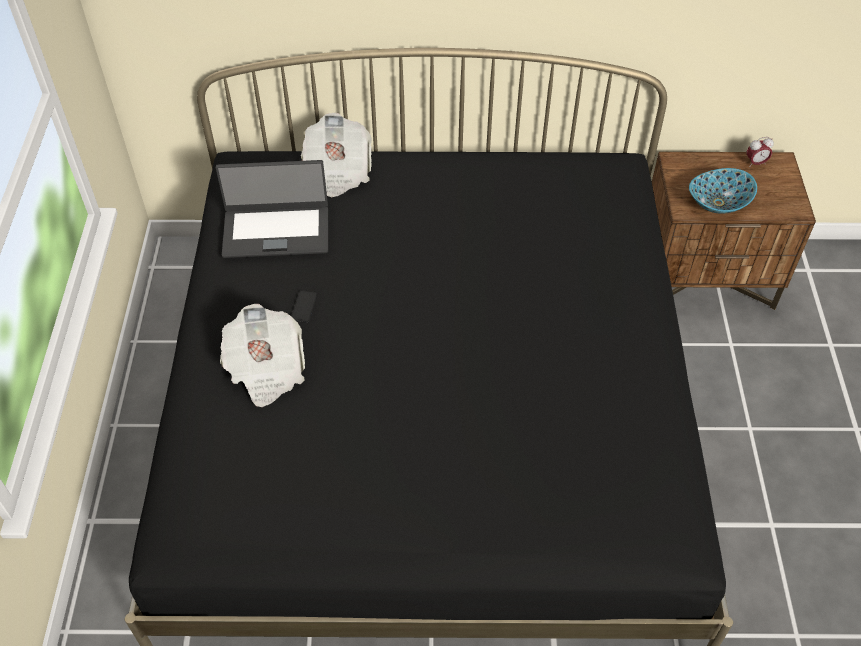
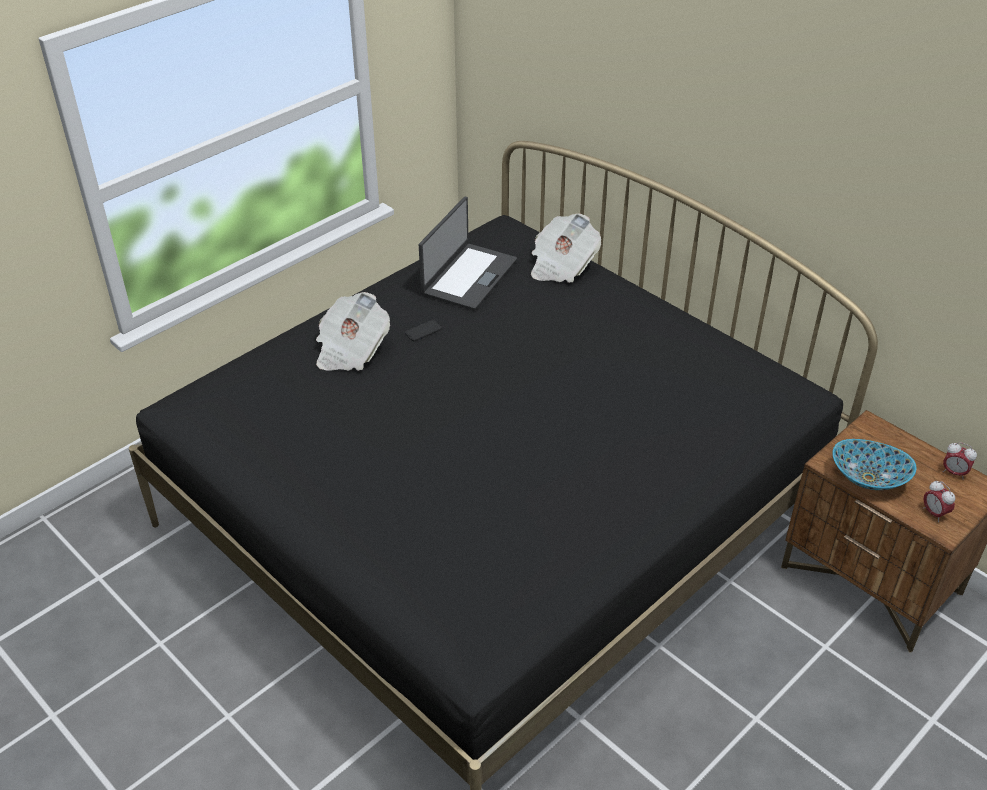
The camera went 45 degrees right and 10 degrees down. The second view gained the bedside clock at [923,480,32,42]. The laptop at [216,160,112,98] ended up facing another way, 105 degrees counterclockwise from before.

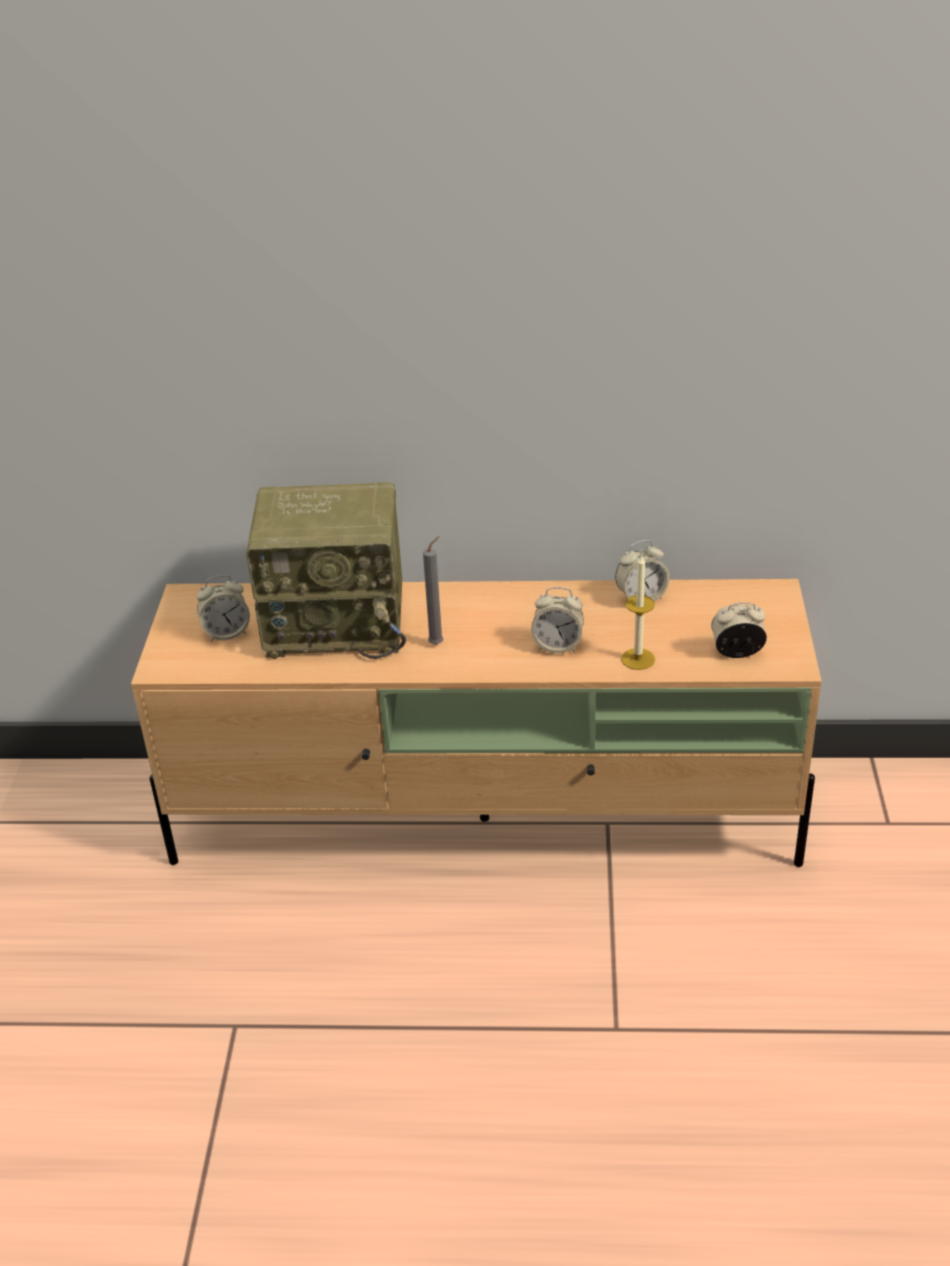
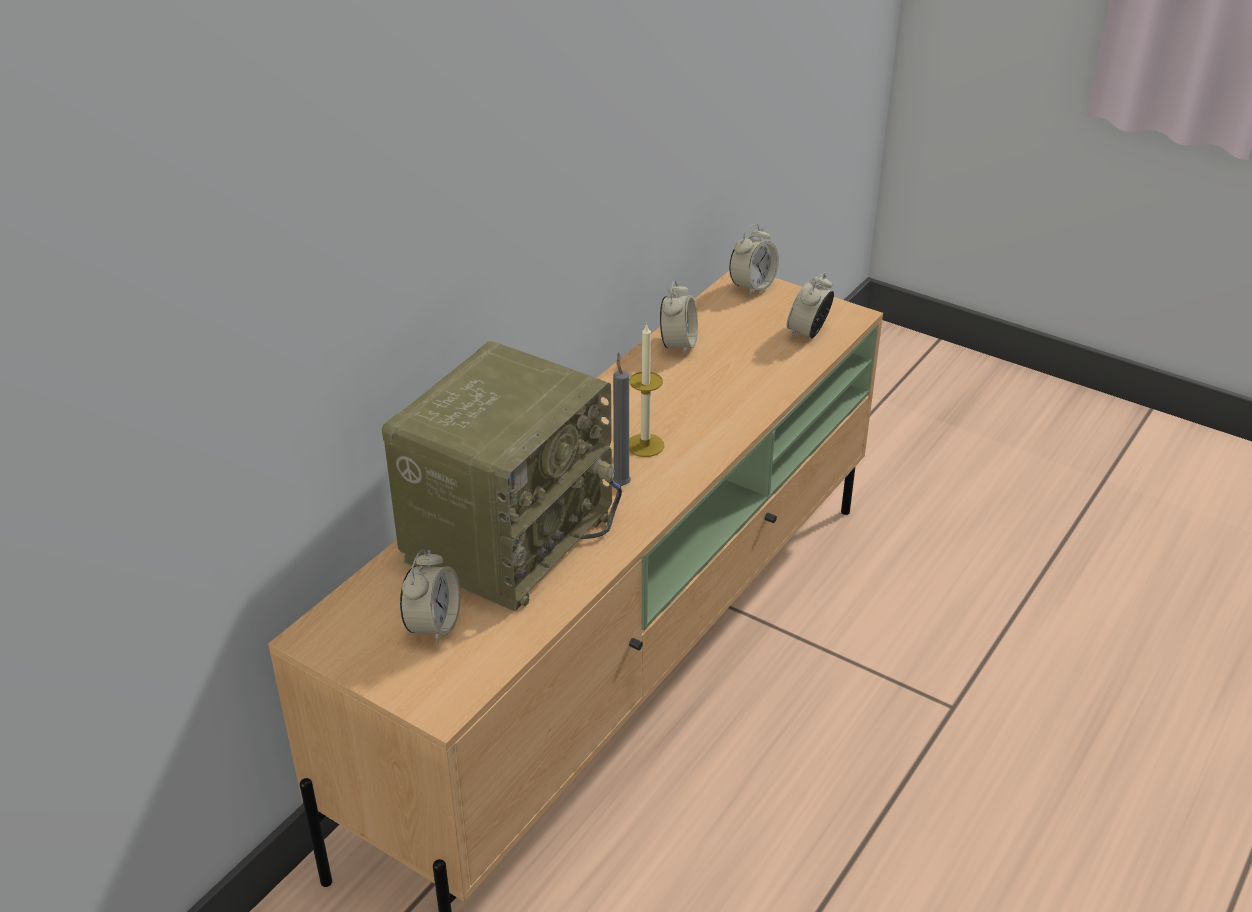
The camera went 60 degrees left and 0 degrees up. The bedside clock ended up elsewhere, having gone from [531,587,53,66] to [729,224,50,72]. The wax light ended up elsewhere, having gone from [621,556,34,114] to [629,323,35,134].

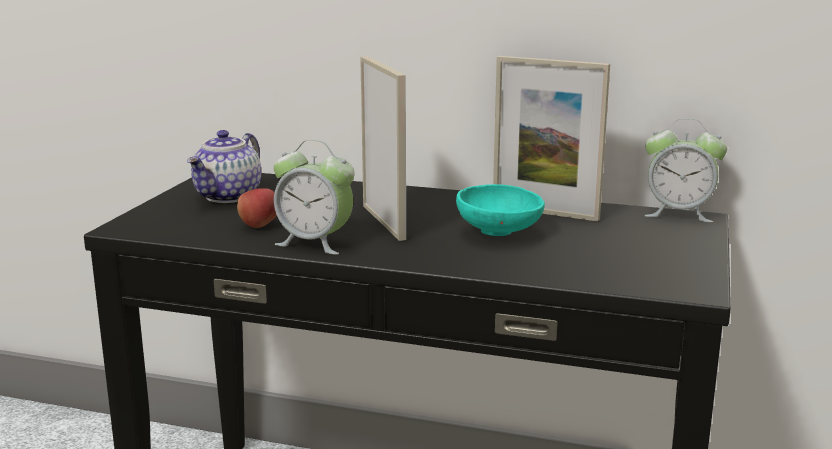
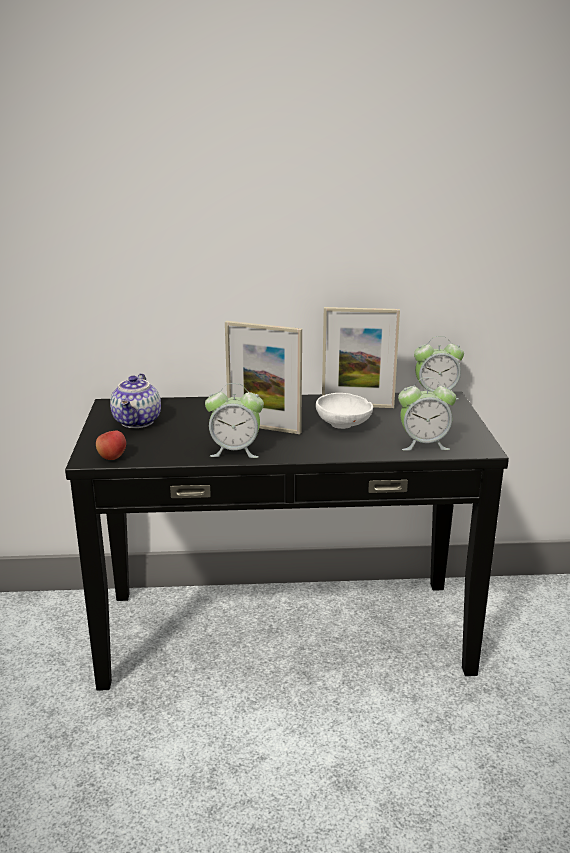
The camera went 20 degrees left and 5 degrees up. The second view gained the bedside clock at [398,377,58,74]. The whole apple ended up elsewhere, having gone from [237,188,40,40] to [96,430,30,30]. What was the turquoise deep dish at [456,184,89,52] turned into the white-coloured deep dish at [316,393,57,36]. The standing frame at [360,56,46,185] ended up facing another way, 150 degrees clockwise from before.

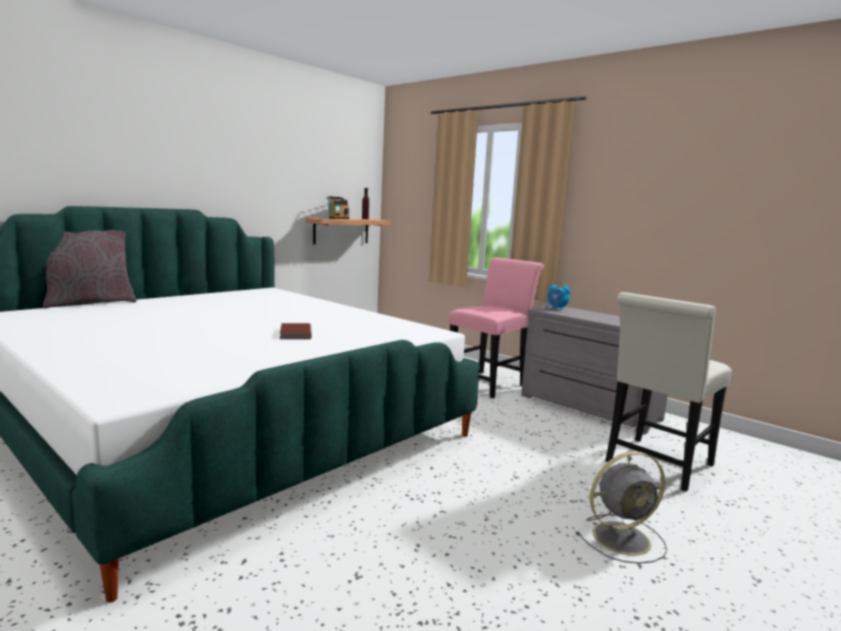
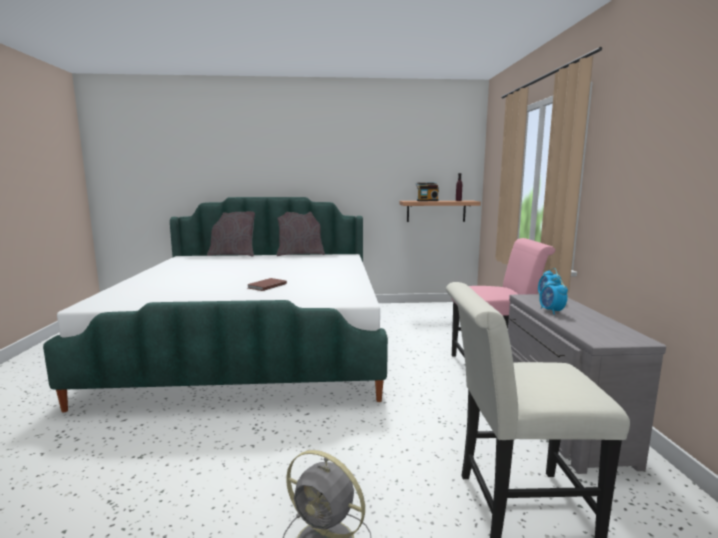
The camera went 45 degrees right and 0 degrees up. The second view gained the greyish throw pillow at [277,211,48,45]. The second view gained the bedside clock at [539,278,29,37].

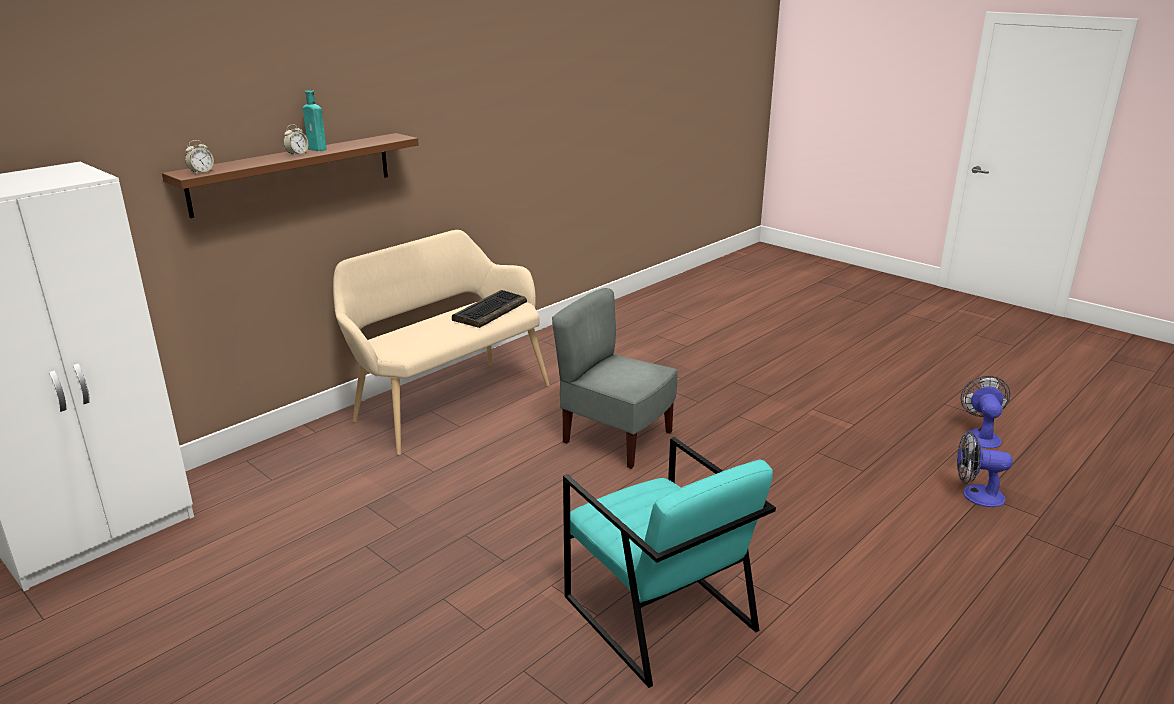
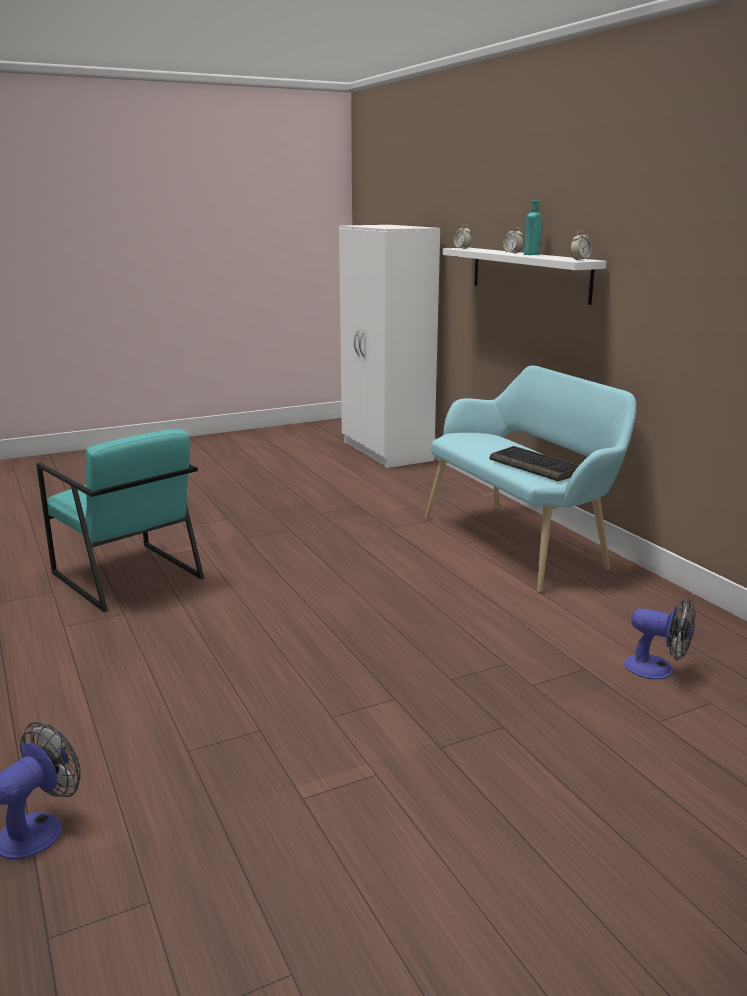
The camera went 110 degrees right and 5 degrees down. The second view lost the greyish chair at [552,288,125,181]. The second view gained the bedside clock at [570,231,22,29]. The cooling fan ended up elsewhere, having gone from [961,376,49,72] to [624,598,71,81]. What was the brown bracket shelf at [162,133,257,85] turned into the white-coloured bracket shelf at [442,248,164,57]. What was the sand-coloured bench at [333,230,217,226] turned into the turquoise bench at [425,366,211,227]. The turquoise easy chair at [563,437,213,251] ended up facing another way, 120 degrees counterclockwise from before.

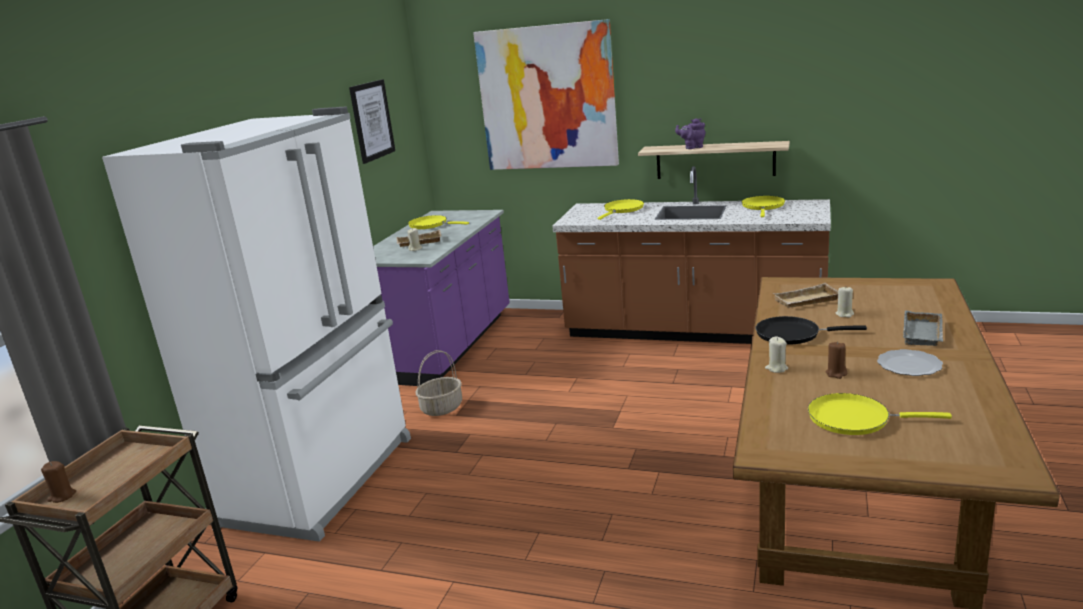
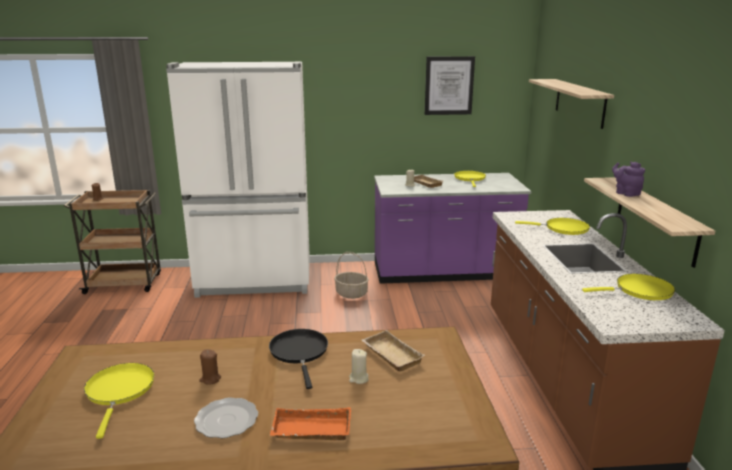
The camera went 65 degrees right and 0 degrees up. The second view lost the sand-coloured wax light at [765,336,23,37]. Where the wall art hung at [473,19,146,151], the bracket shelf came to hang at [529,79,85,50]. What was the greyish carrying tray at [903,310,40,36] turned into the orangey carrying tray at [270,407,81,33].

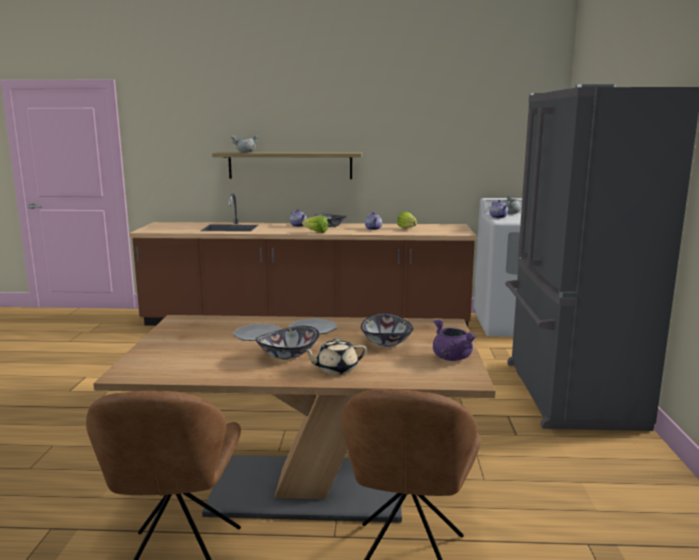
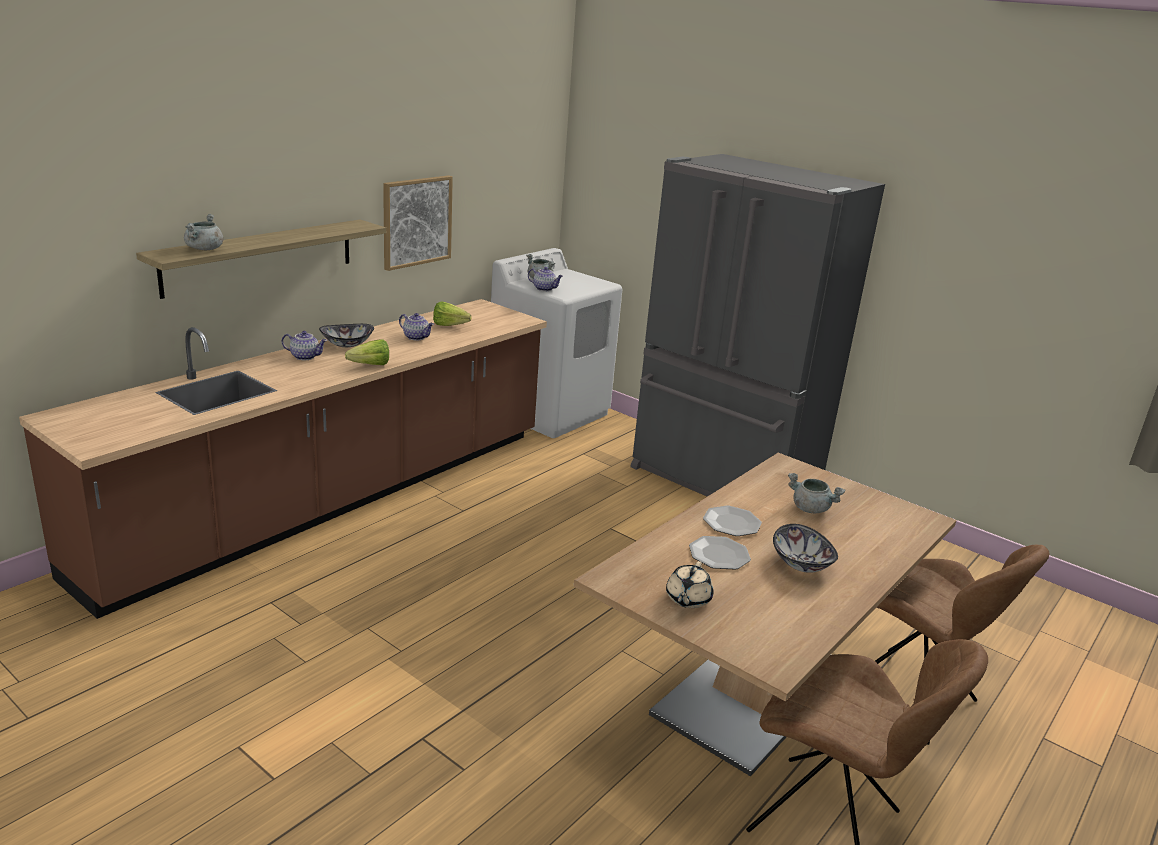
The camera went 55 degrees left and 10 degrees up. The second view lost the purple-coloured stockpot at [433,319,44,42]. The second view gained the wall art at [383,175,70,96]. The sand-coloured teapot ended up elsewhere, having gone from [302,338,65,37] to [666,561,48,47]. Where the deep dish stood at [361,313,52,34], the greyish stockpot came to stand at [788,473,57,40].

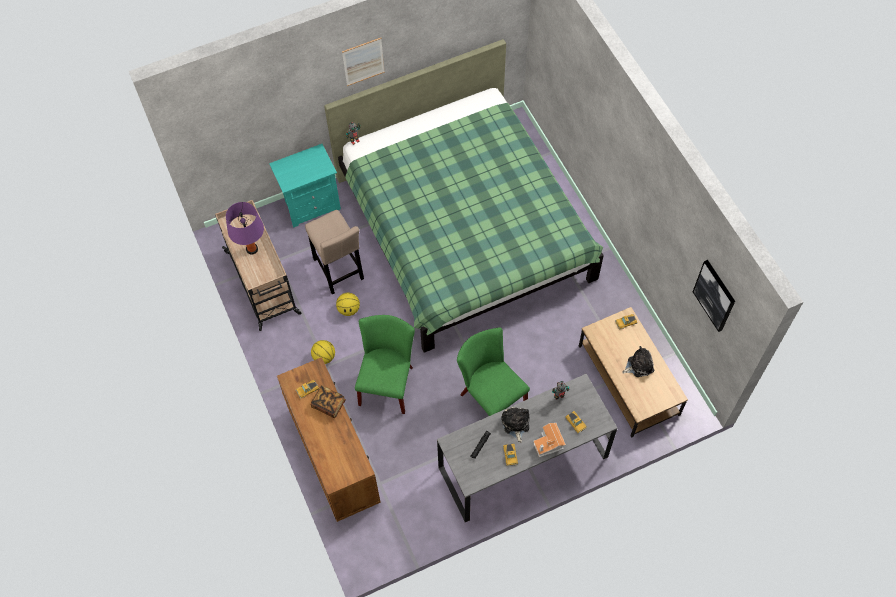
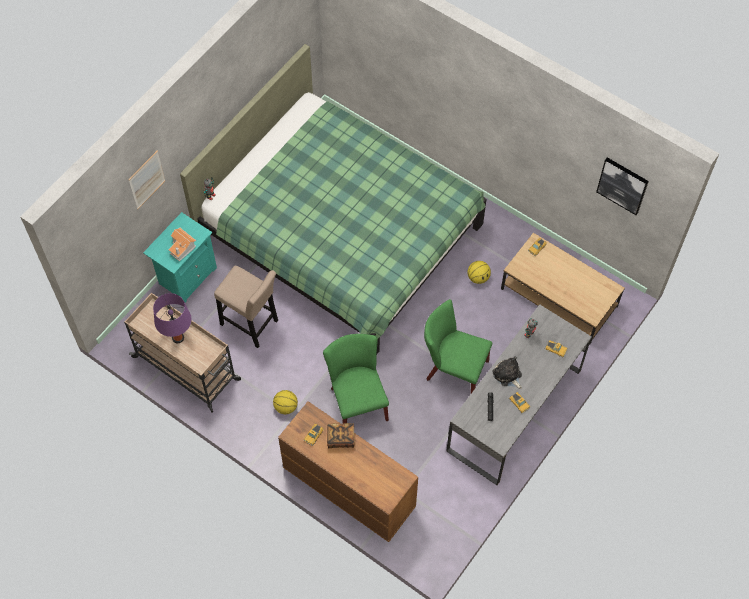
The camera went 30 degrees left and 0 degrees up. The second view lost the cuddly toy at [622,346,32,31]. The basketball ended up elsewhere, having gone from [336,293,24,23] to [467,261,24,23]. The wall art ended up elsewhere, having gone from [342,38,43,48] to [128,150,37,59]. The miniature house ended up elsewhere, having gone from [533,423,33,34] to [168,228,28,34].

